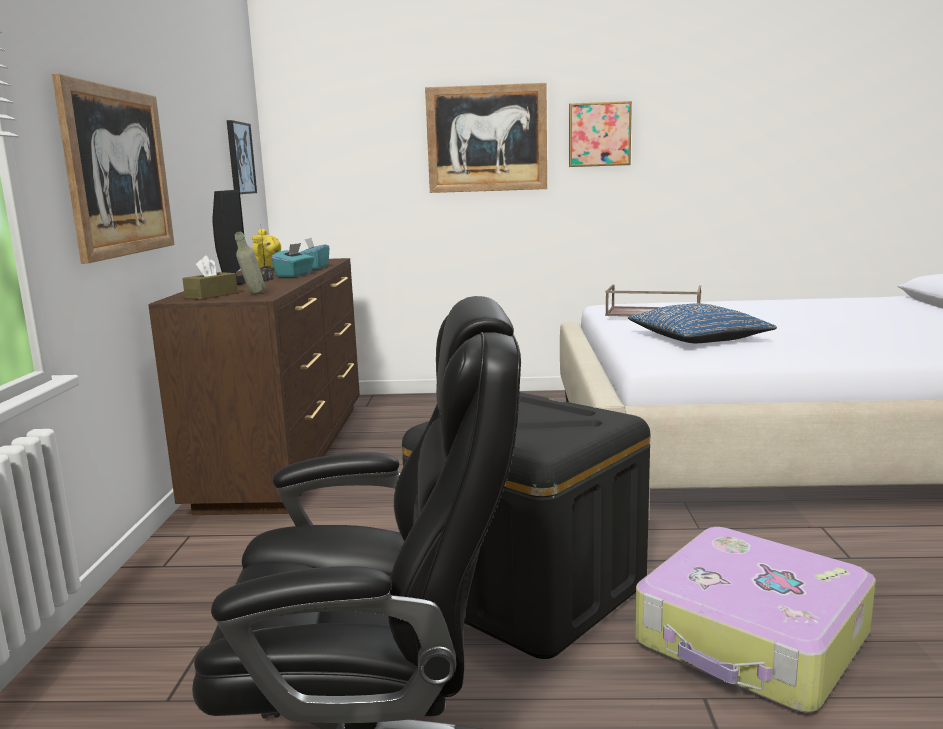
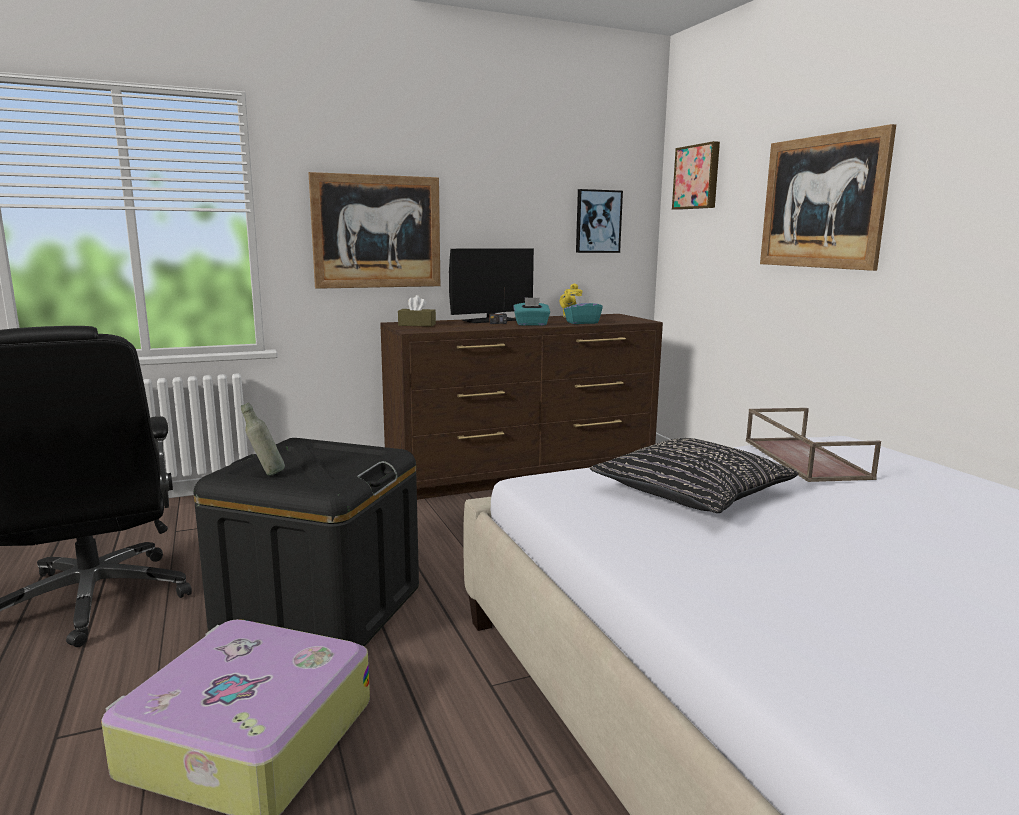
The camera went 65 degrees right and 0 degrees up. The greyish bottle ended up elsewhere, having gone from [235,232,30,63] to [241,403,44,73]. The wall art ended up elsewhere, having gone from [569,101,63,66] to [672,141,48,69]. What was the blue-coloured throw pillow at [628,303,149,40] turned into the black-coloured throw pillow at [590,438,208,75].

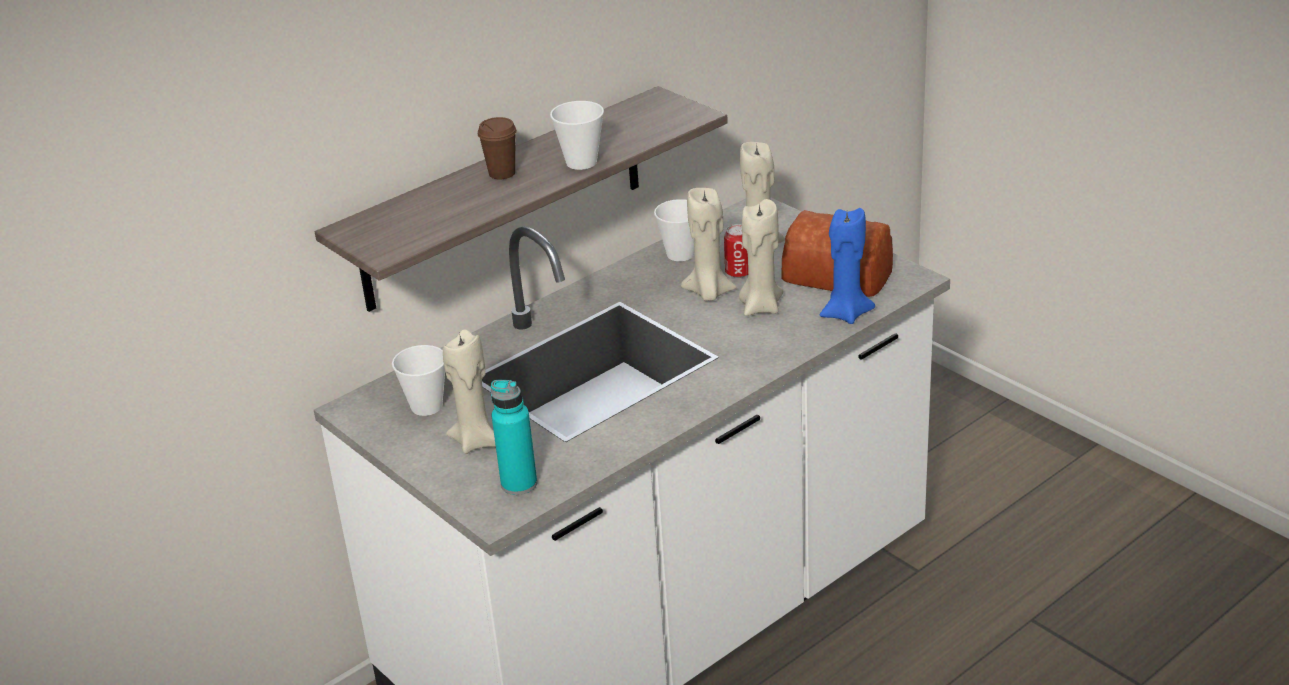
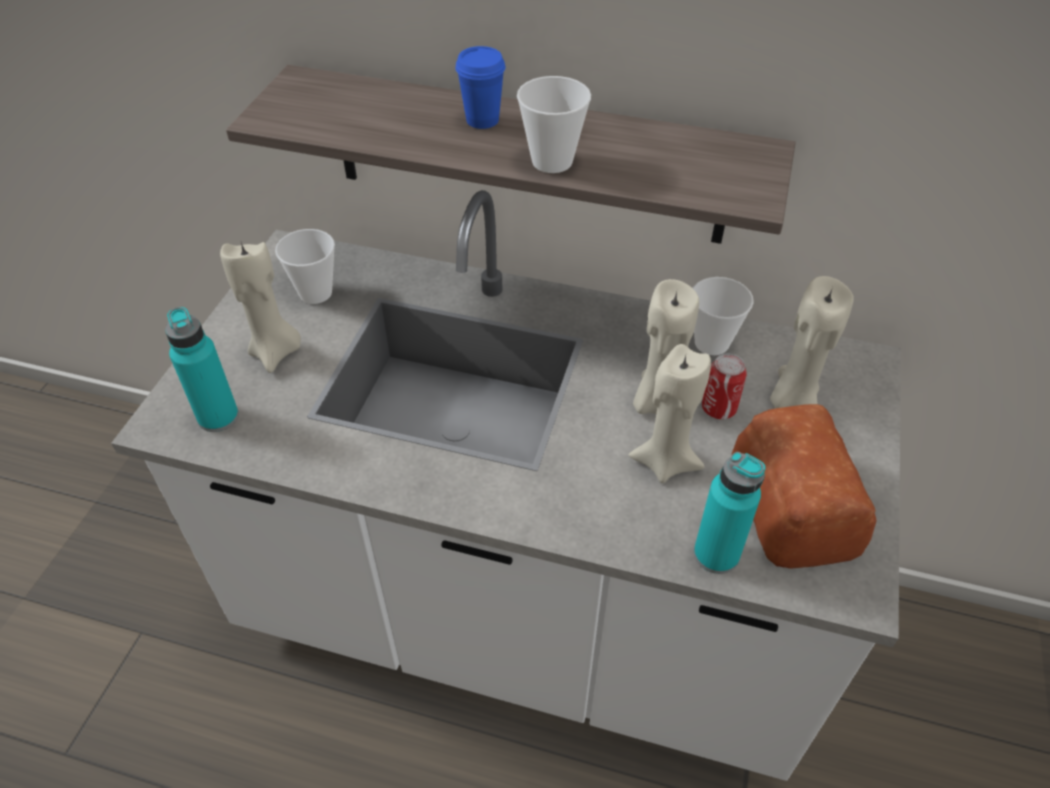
The camera went 55 degrees right and 15 degrees up. Where the blue-coloured wax light stood at [820,208,55,116], the turquoise bottle came to stand at [694,452,72,122]. What was the brown small cup at [478,117,39,62] turned into the blue-coloured small cup at [455,46,51,83].

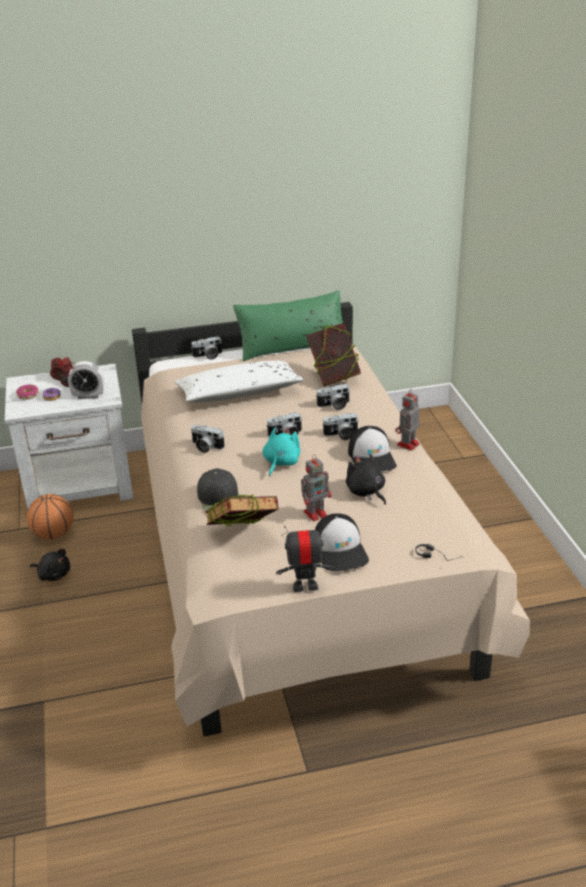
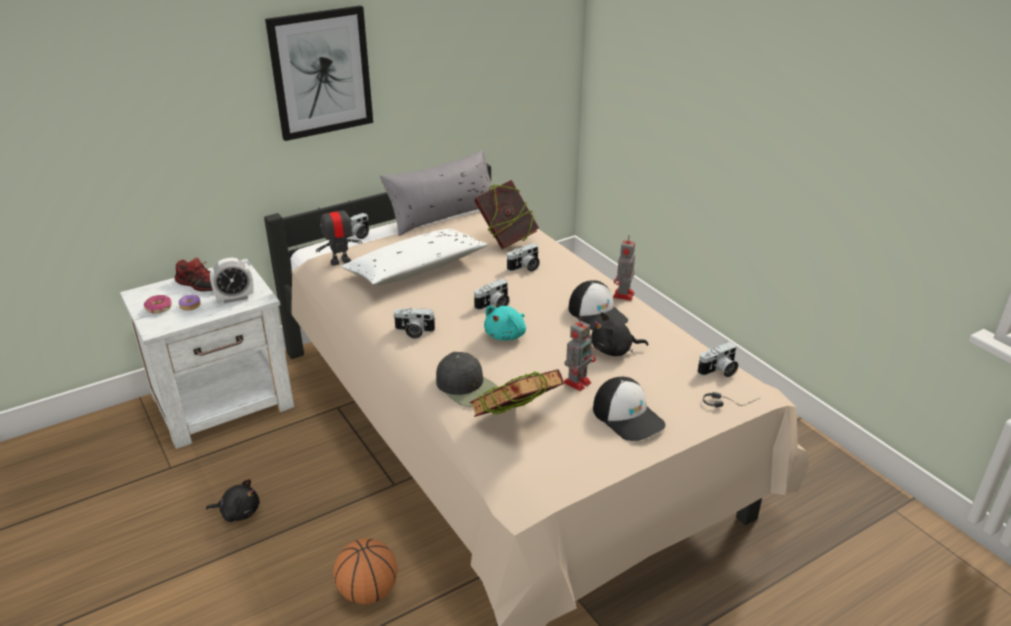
The camera went 20 degrees left and 0 degrees up. The second view gained the wall art at [265,5,108,136]. The basketball ended up elsewhere, having gone from [27,494,46,45] to [333,538,65,66]. The model robot ended up elsewhere, having gone from [276,521,58,71] to [316,200,46,66]. The photo camera ended up elsewhere, having gone from [323,413,35,27] to [697,342,41,35]. What was the green throw pillow at [233,290,110,71] turned into the greyish throw pillow at [380,149,112,87]. The turquoise cuddly toy at [262,427,39,49] ended up facing another way, 150 degrees counterclockwise from before. The black-coloured cuddly toy at [346,454,40,51] ended up facing another way, 45 degrees counterclockwise from before.

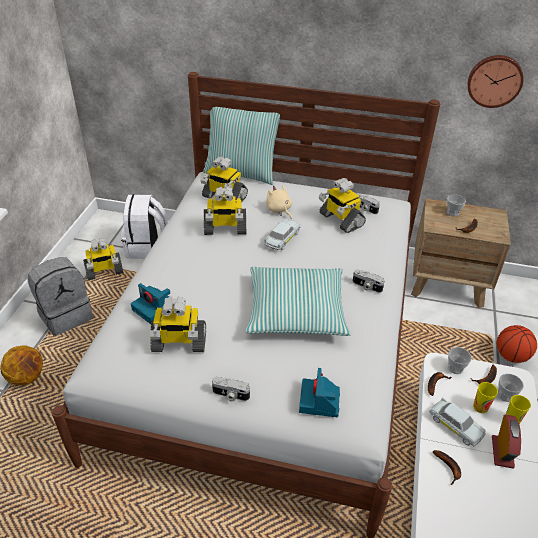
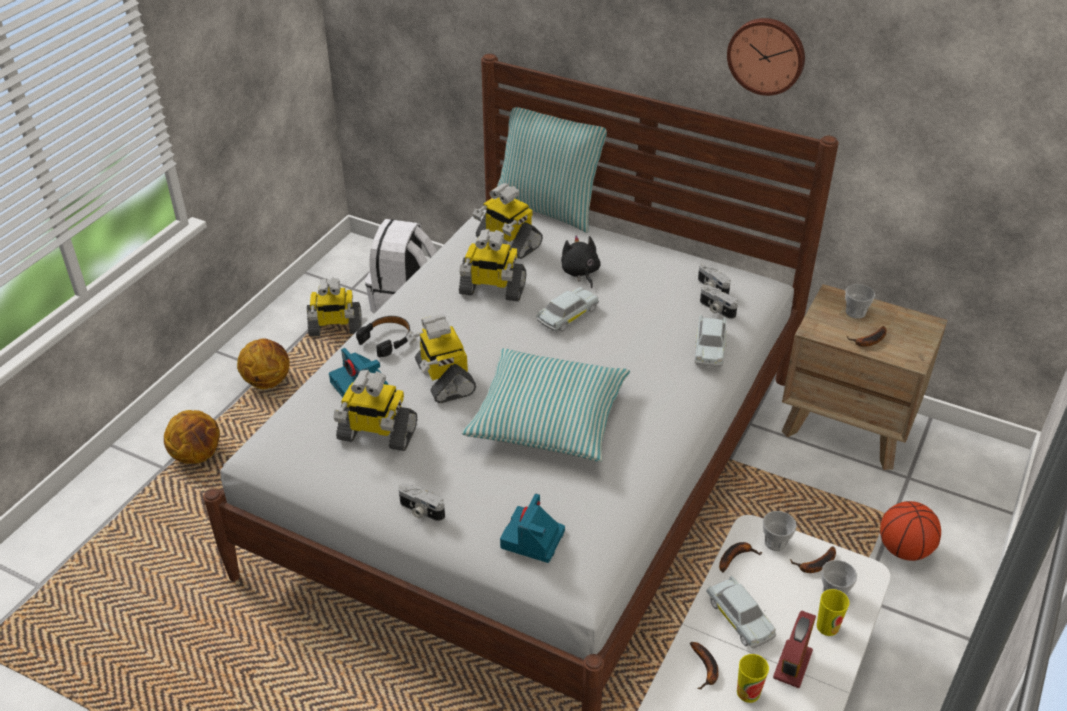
The camera went 15 degrees right and 0 degrees up. The second view gained the black-coloured headphones at [356,316,54,41]. The second view gained the white-coloured toy car at [695,315,32,52]. The model robot ended up elsewhere, having gone from [319,178,47,55] to [406,314,70,89]. The photo camera ended up elsewhere, having gone from [353,269,32,24] to [700,285,38,34]. The clock on the wall ended up elsewhere, having gone from [468,55,56,53] to [727,18,78,78]. The small cup ended up elsewhere, having gone from [473,382,25,31] to [737,654,32,49]. Where the greyish knapsack stood at [27,257,66,79], the basketball came to stand at [237,339,53,50]. What was the sand-coloured cuddly toy at [266,185,26,34] turned into the black-coloured cuddly toy at [561,236,40,52].

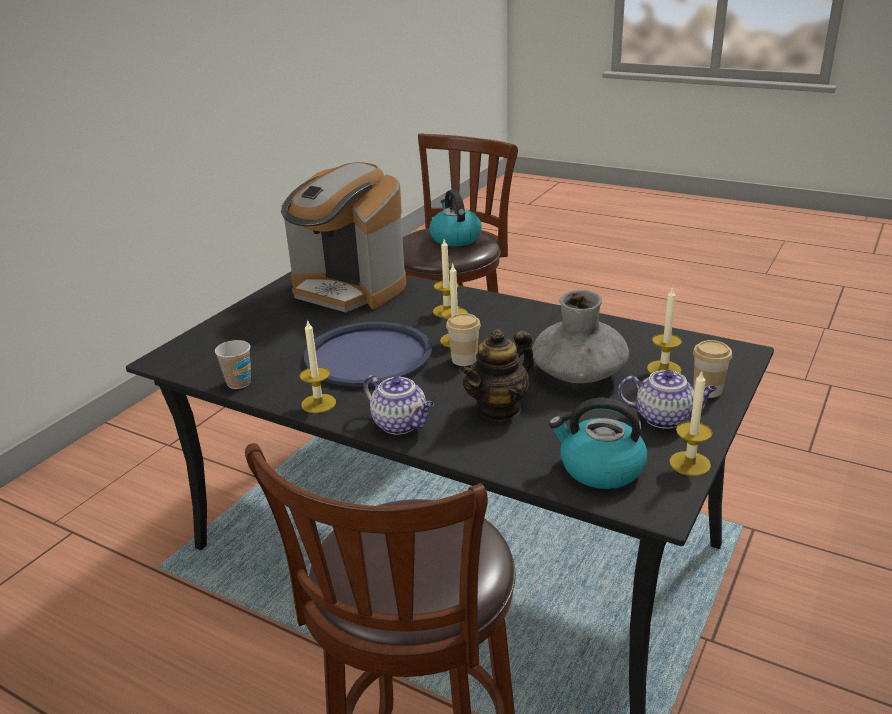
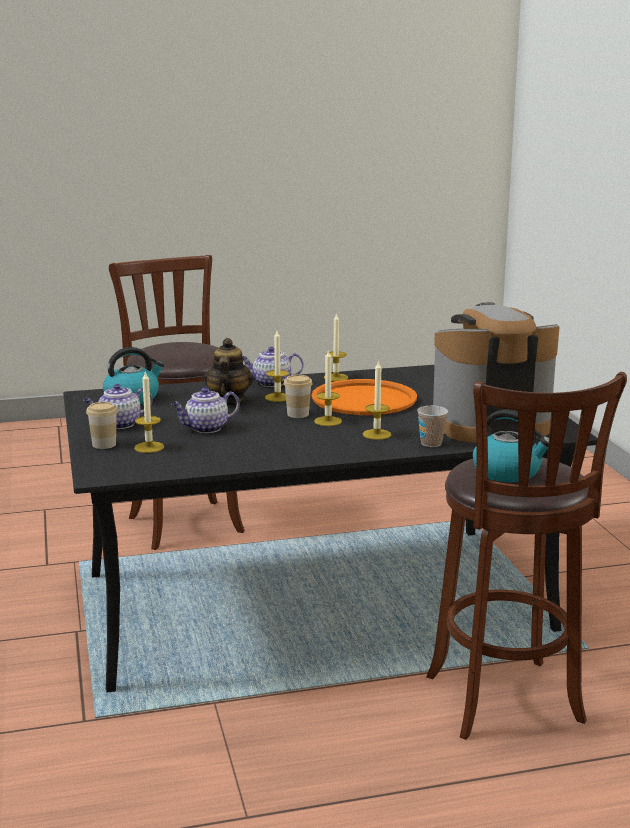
The camera went 135 degrees right and 10 degrees down. The small cup ended up elsewhere, having gone from [215,340,36,49] to [417,406,31,41]. The wax light ended up elsewhere, having gone from [669,371,43,105] to [265,331,24,71]. Where the greyish vase stood at [532,290,97,93], the teapot came to stand at [171,388,69,45]. What was the blue-coloured carrying tray at [304,322,128,65] turned into the orangey carrying tray at [312,379,105,36].

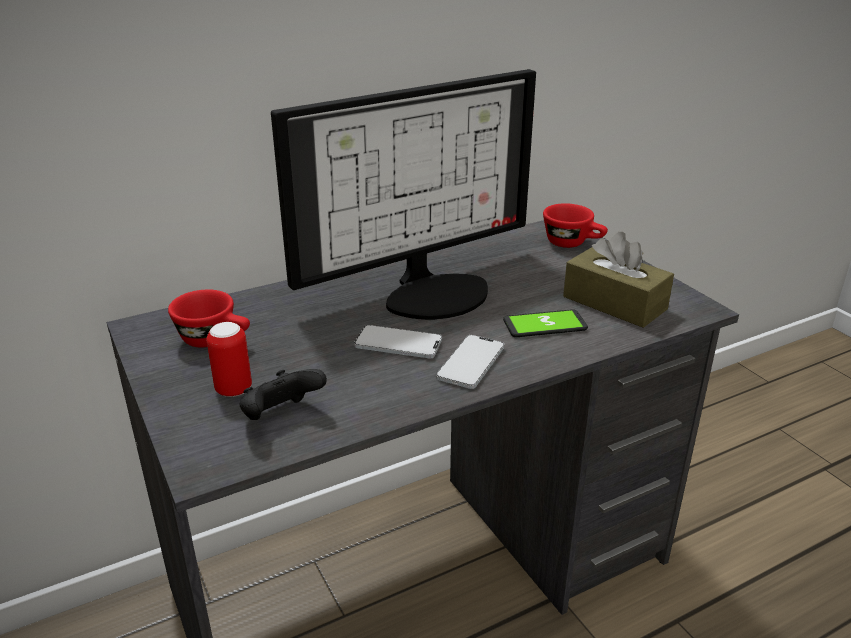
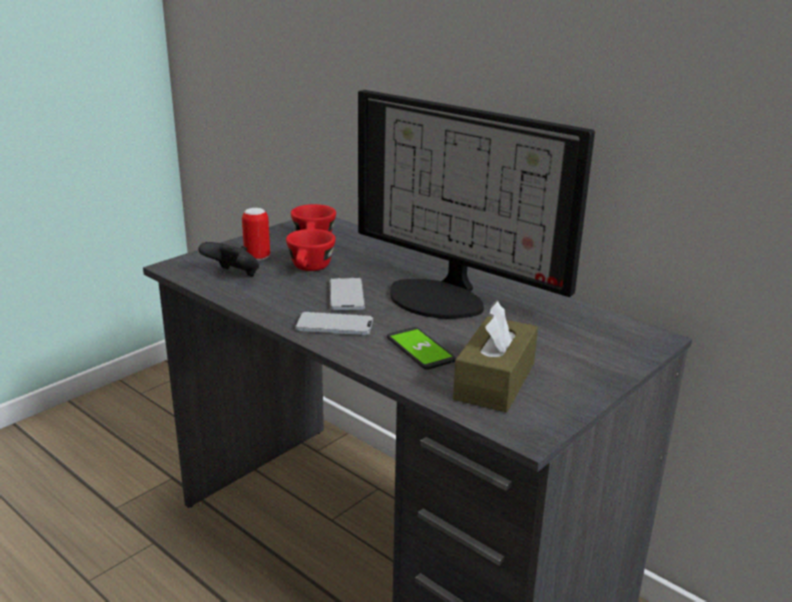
The camera went 70 degrees right and 5 degrees down. The red-coloured small cup ended up elsewhere, having gone from [543,203,65,45] to [286,229,50,42].

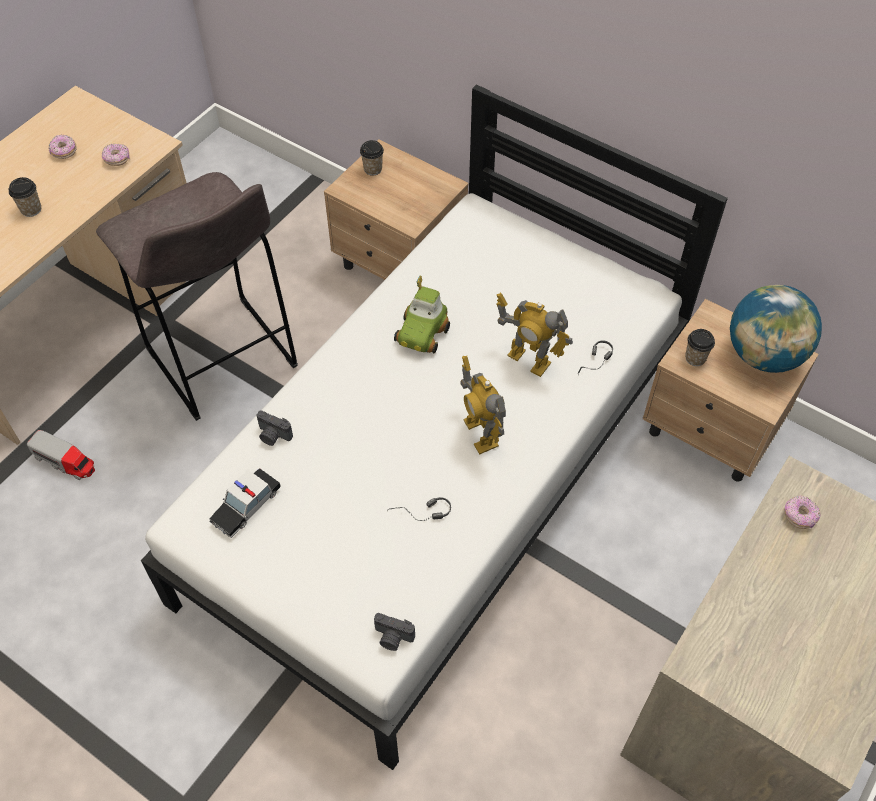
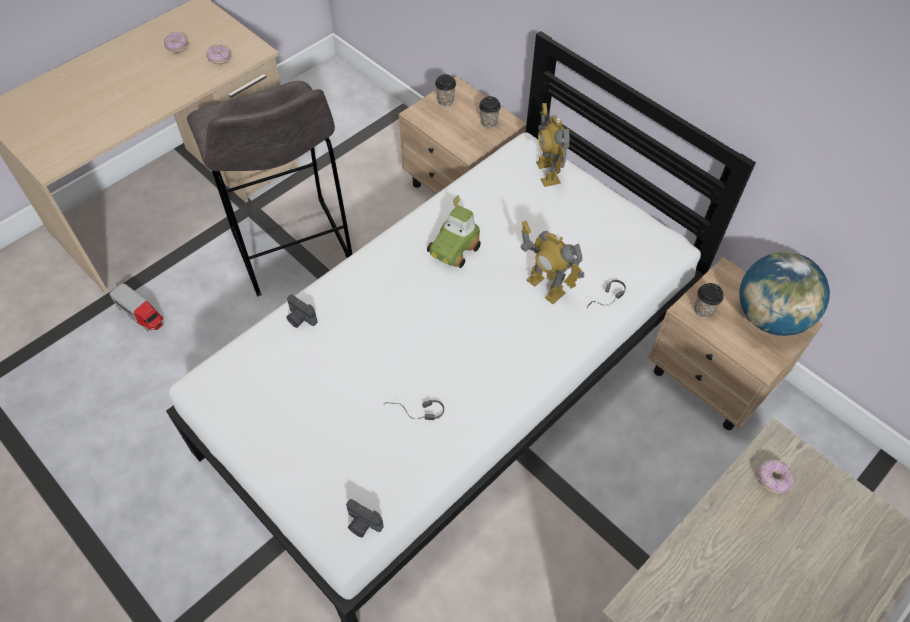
The camera went 10 degrees right and 0 degrees up. The second view lost the toy car at [209,468,72,70]. The small cup ended up elsewhere, having gone from [9,177,32,40] to [479,96,22,33]. The model robot ended up elsewhere, having gone from [460,356,46,98] to [536,103,34,84].

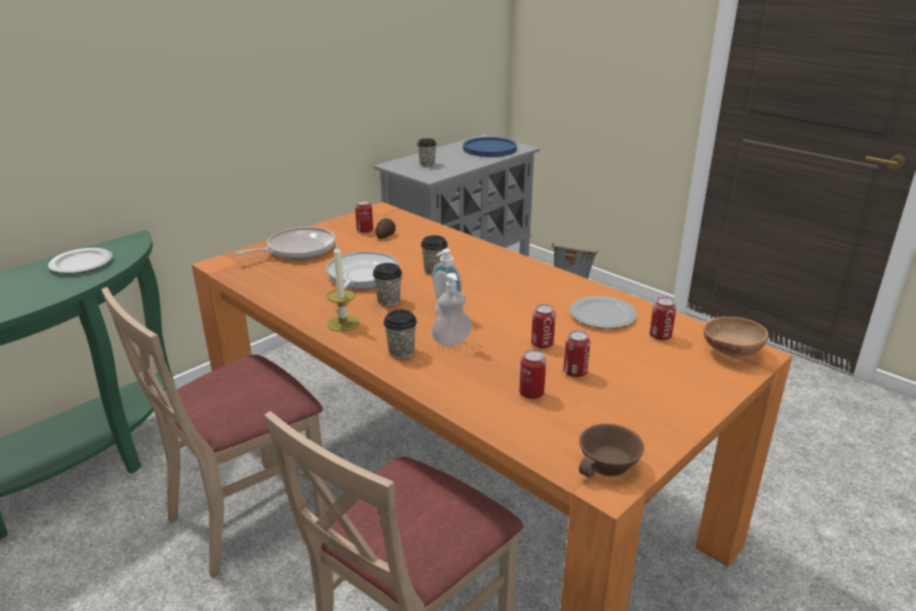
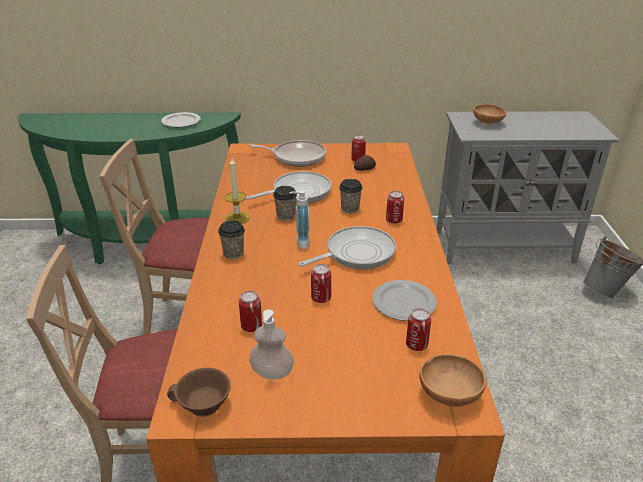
The camera went 45 degrees right and 5 degrees up. The second view lost the blue-coloured plate at [463,137,54,20]. The second view gained the frying pan at [299,226,97,44]. The soap dispenser ended up elsewhere, having gone from [432,273,40,74] to [249,310,45,70]. The metal can ended up elsewhere, having gone from [563,330,27,48] to [386,191,18,33]. Where the small cup stood at [417,138,20,29], the brown deep dish came to stand at [473,104,34,20].

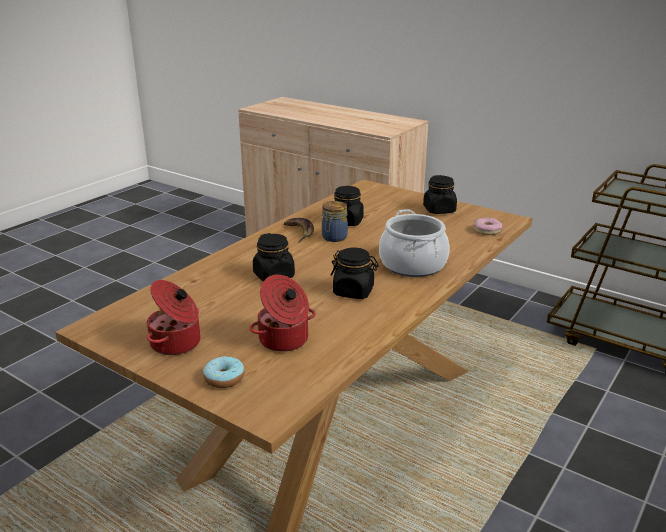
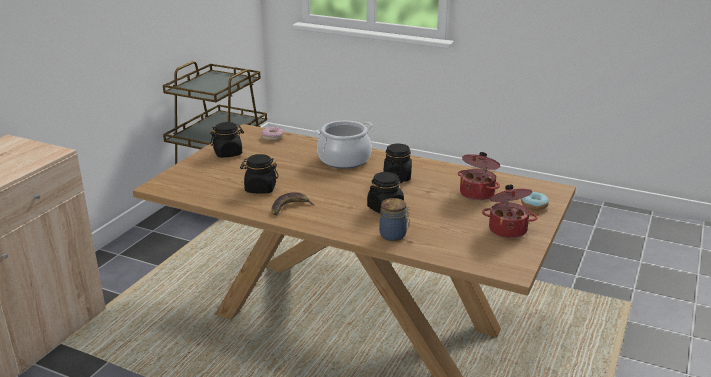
The camera went 100 degrees left and 0 degrees up. The preserve jar ended up elsewhere, having gone from [322,201,26,41] to [379,198,31,43].

